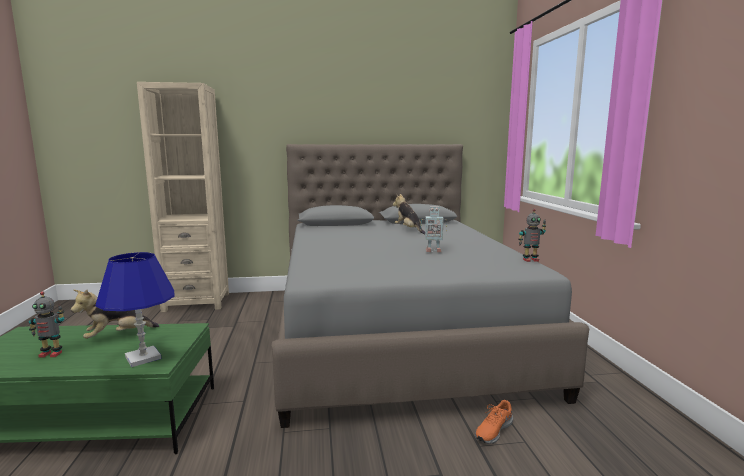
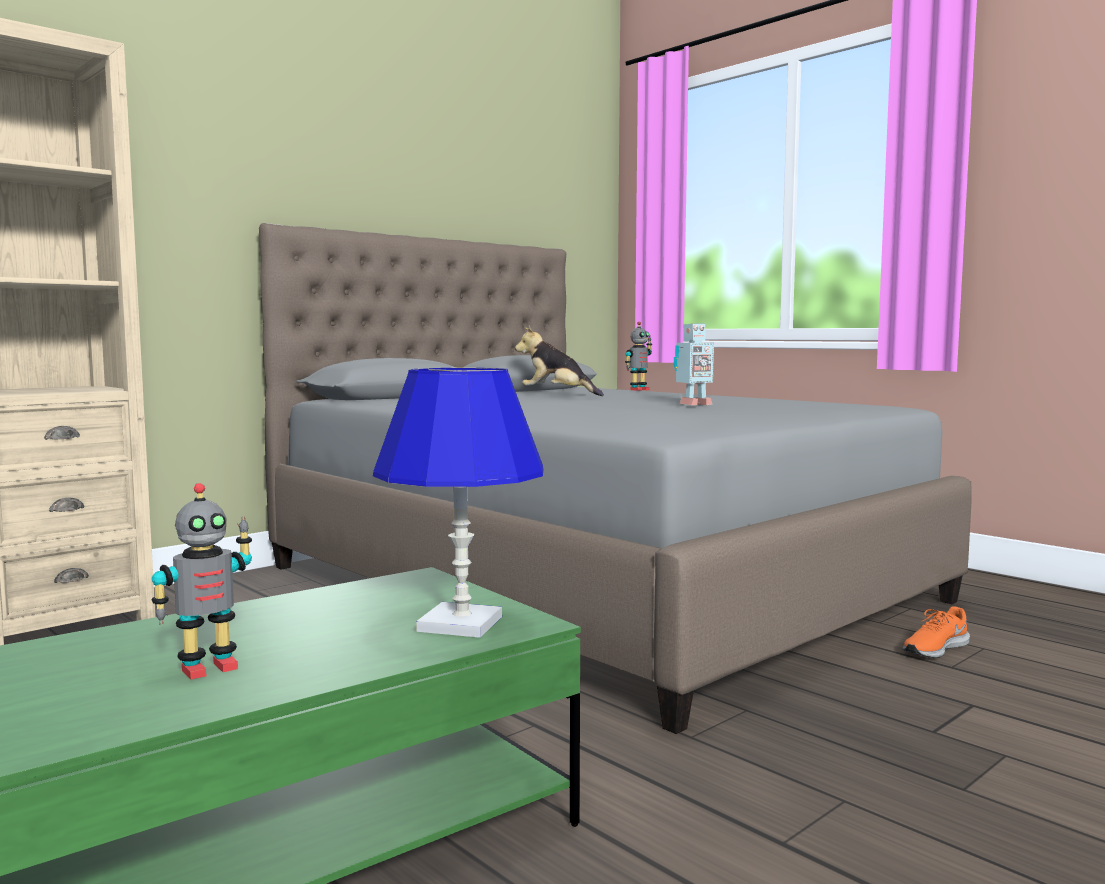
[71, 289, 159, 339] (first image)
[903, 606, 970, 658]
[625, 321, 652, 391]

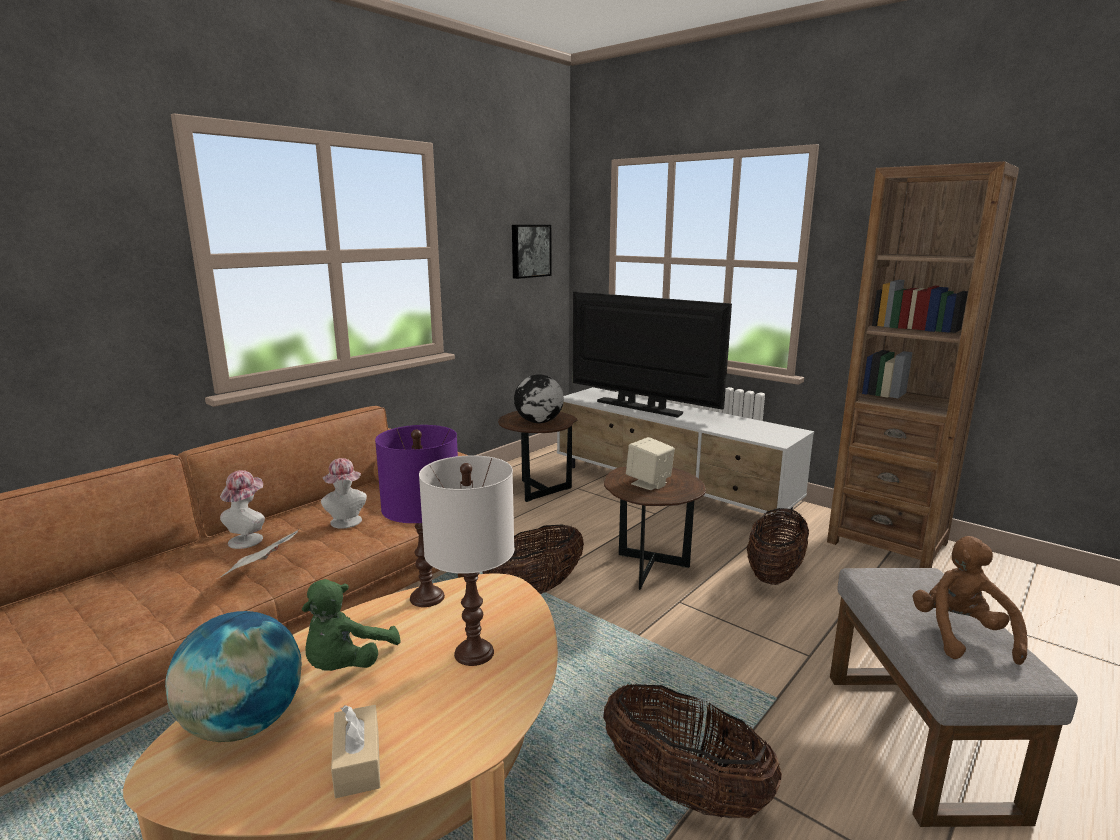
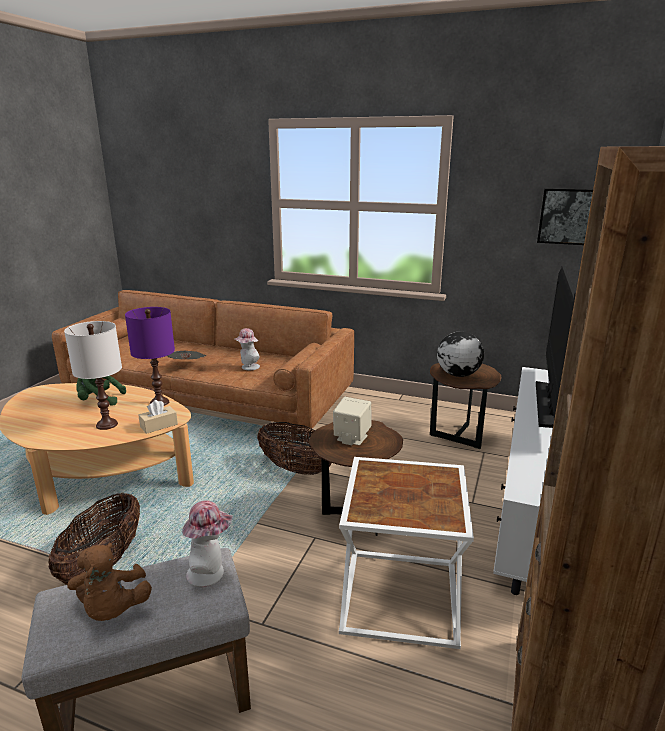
[165, 611, 301, 742] (first image)
[182, 500, 233, 587]
[138, 400, 178, 434]
[339, 457, 474, 649]
[67, 543, 152, 621]

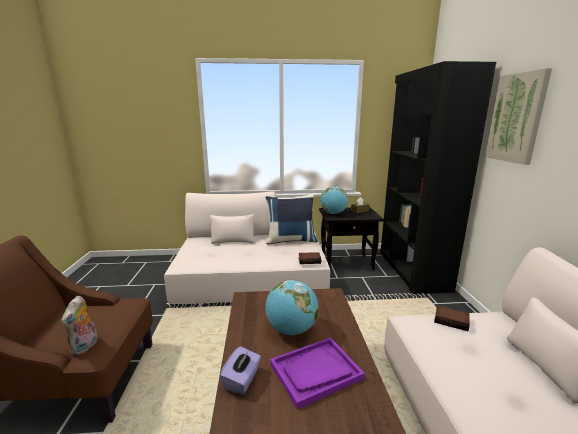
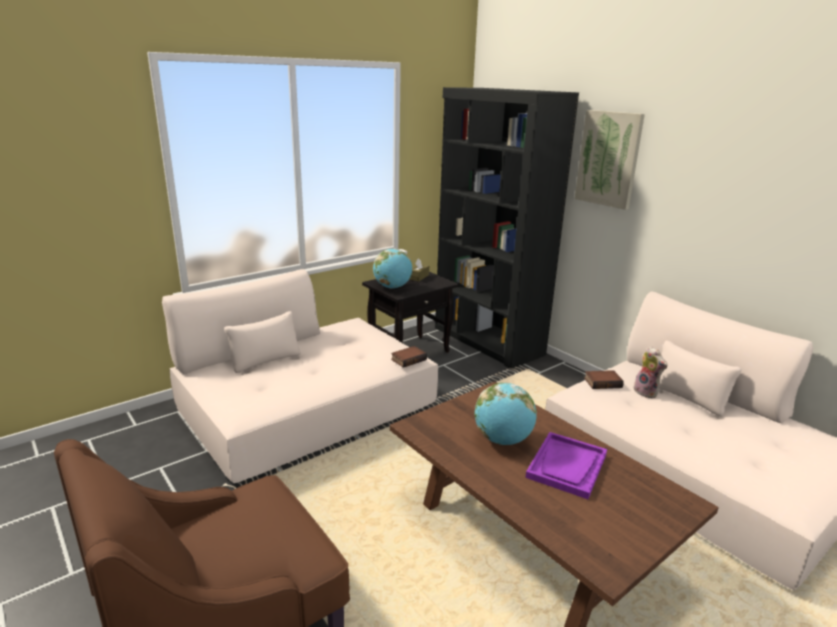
[634, 346, 667, 398]
[220, 346, 261, 394] (first image)
[265, 194, 318, 245] (first image)

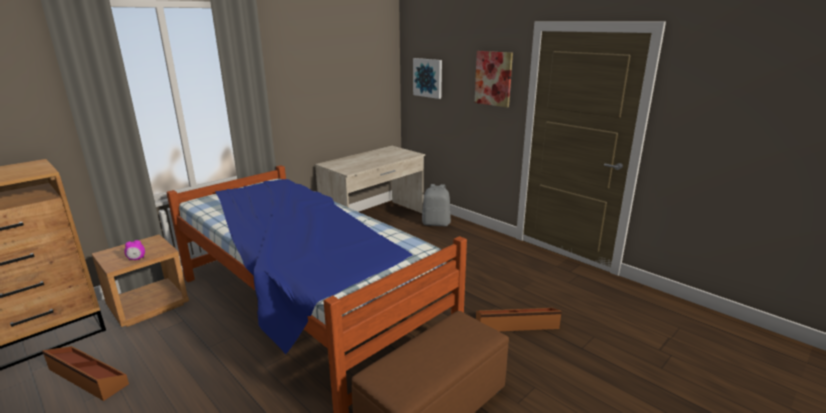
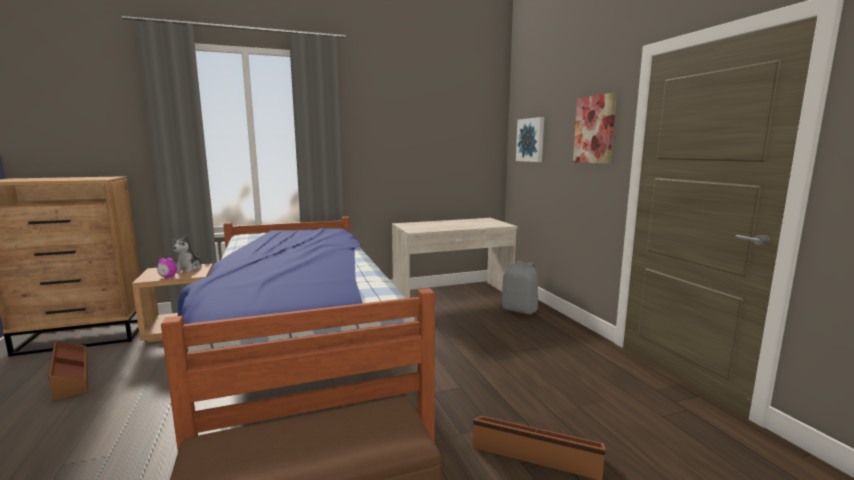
[172, 234, 202, 273]

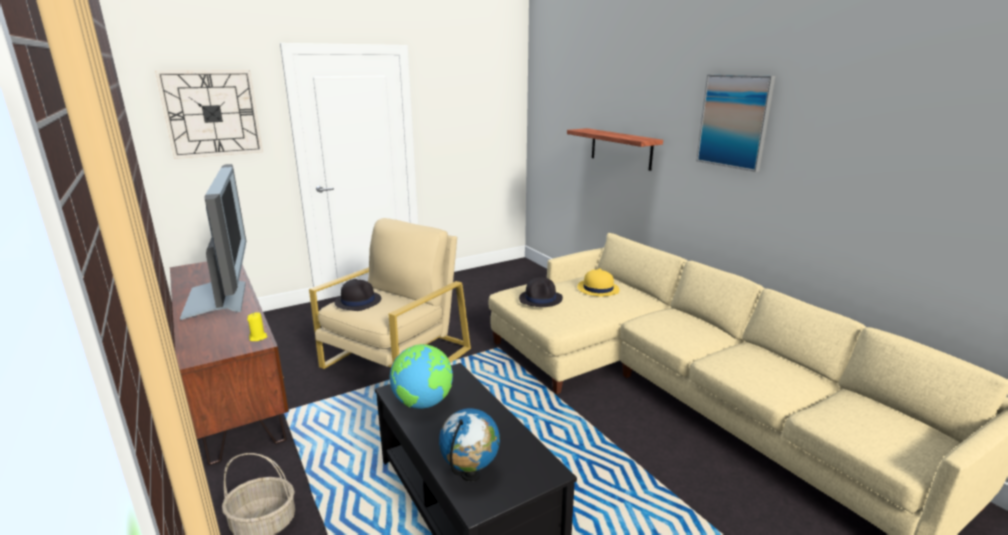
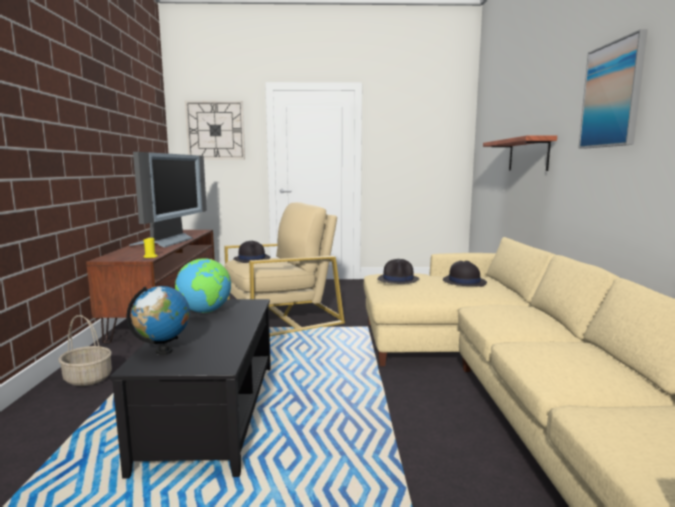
[443, 261, 487, 287]

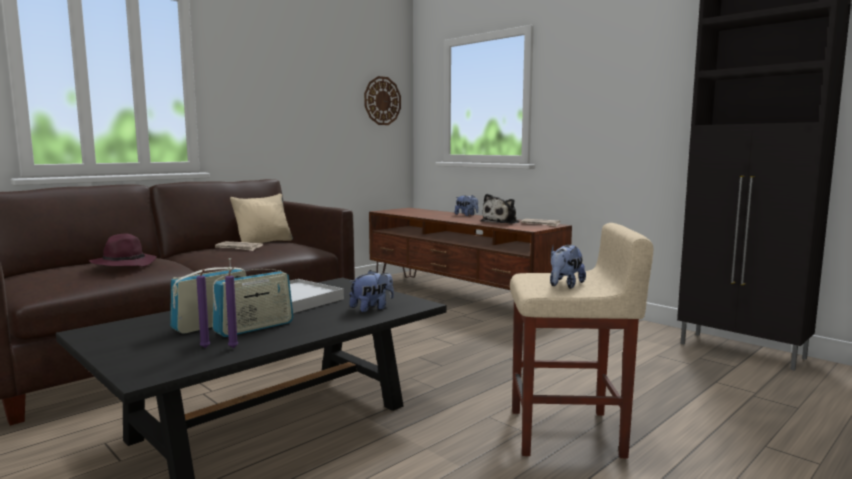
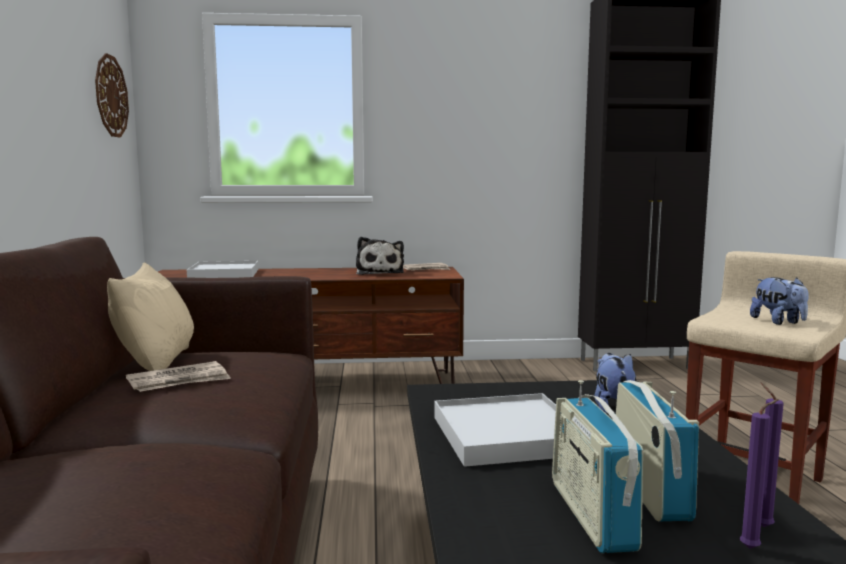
[89, 233, 157, 267] (first image)
[455, 195, 479, 216] (first image)
[187, 261, 258, 278]

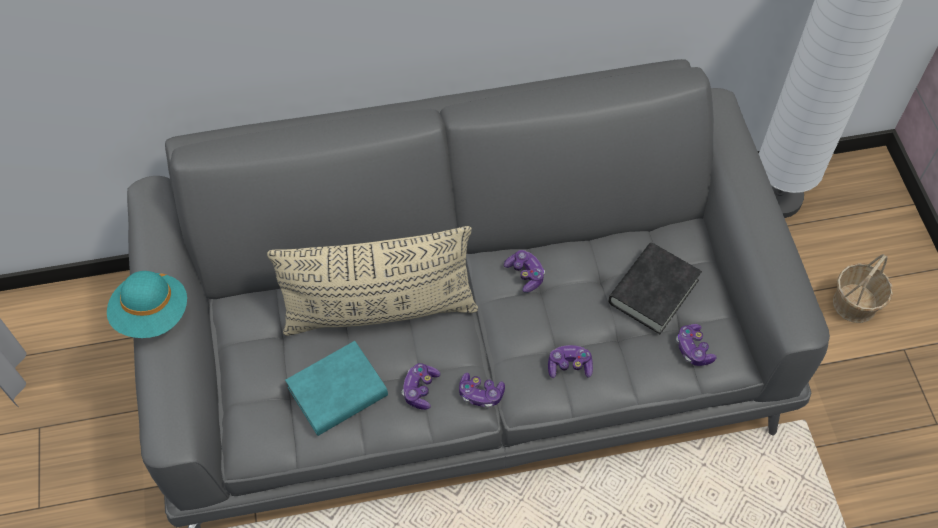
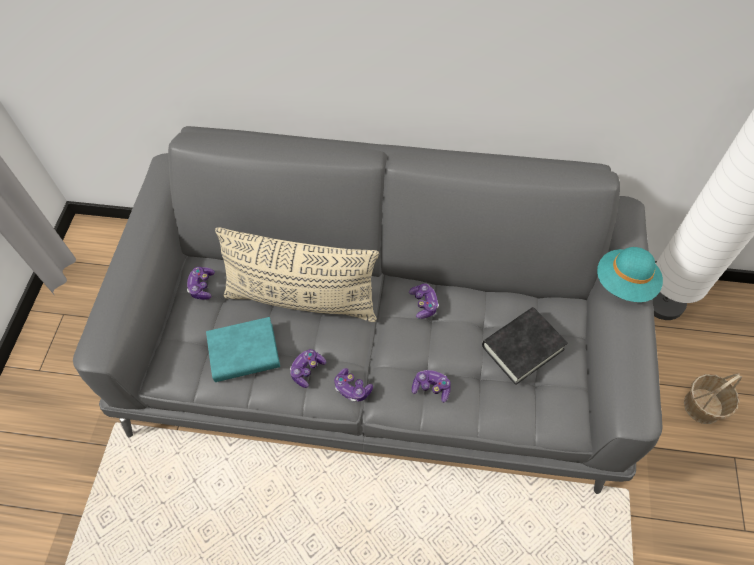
[597, 247, 663, 302]
[187, 267, 215, 300]

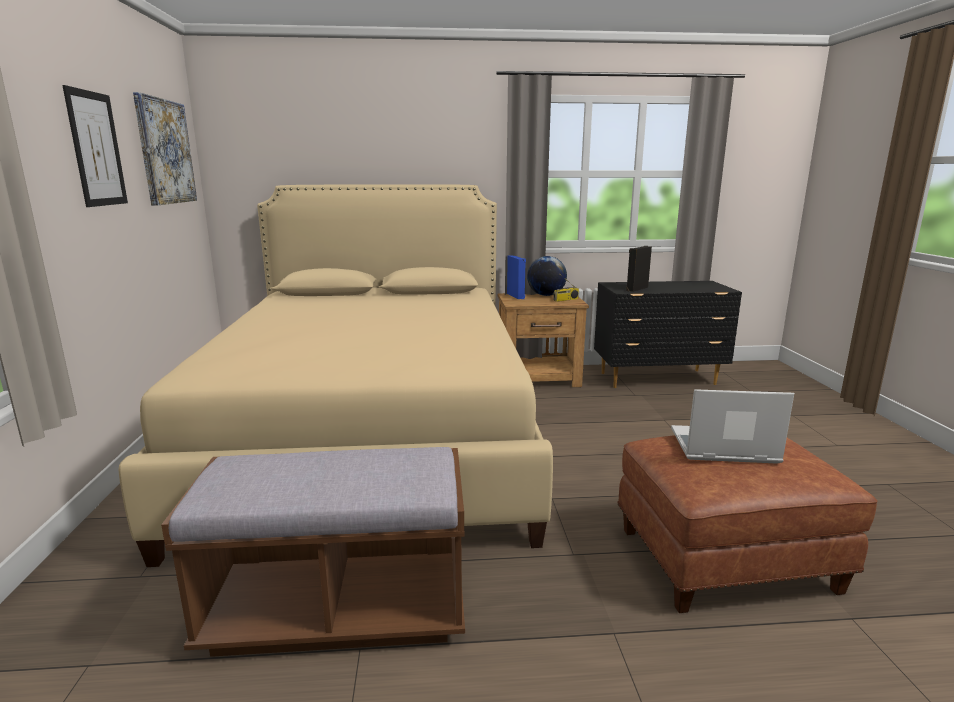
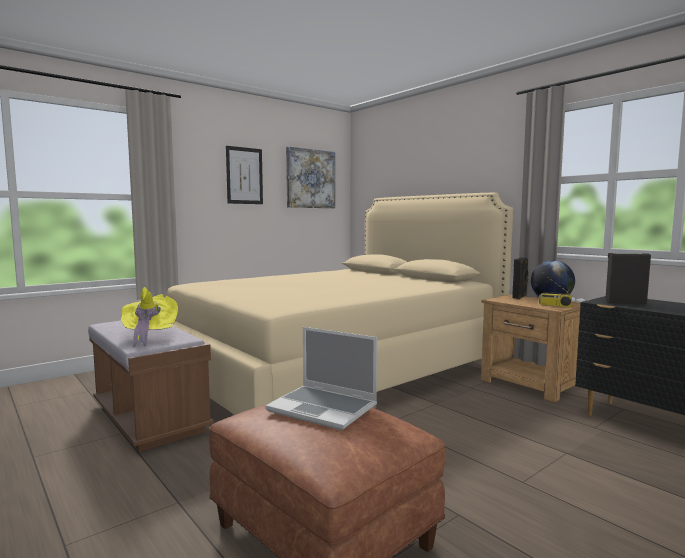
[512, 258, 528, 299]
[265, 327, 377, 431]
[121, 287, 178, 347]

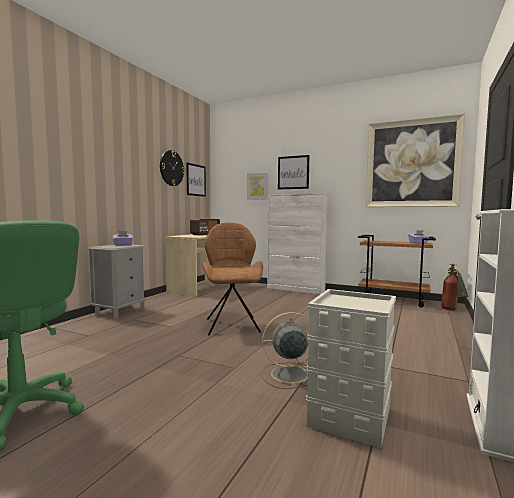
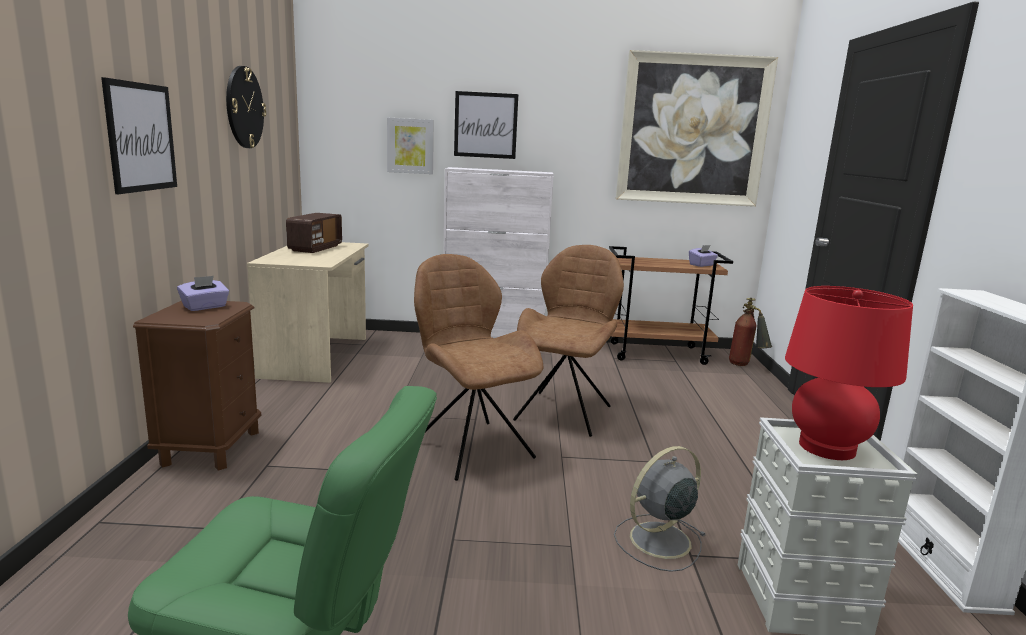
[133, 301, 261, 471]
[101, 77, 177, 194]
[513, 245, 624, 437]
[785, 286, 913, 460]

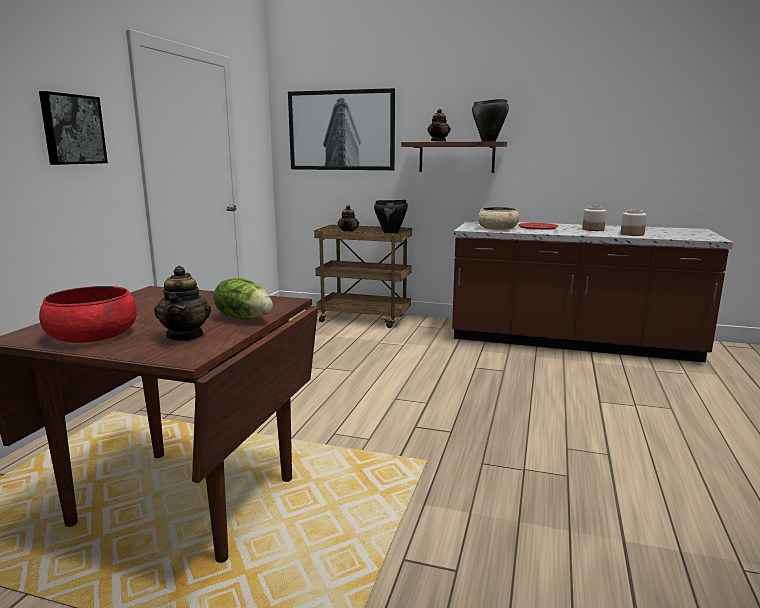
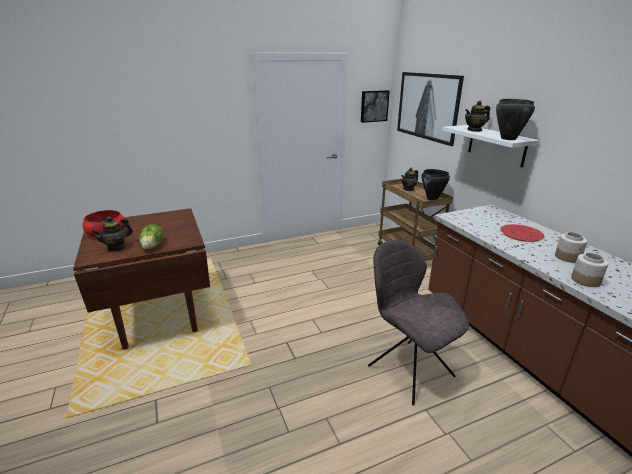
[361, 90, 390, 123]
[442, 125, 539, 168]
[478, 207, 519, 230] (first image)
[368, 240, 469, 405]

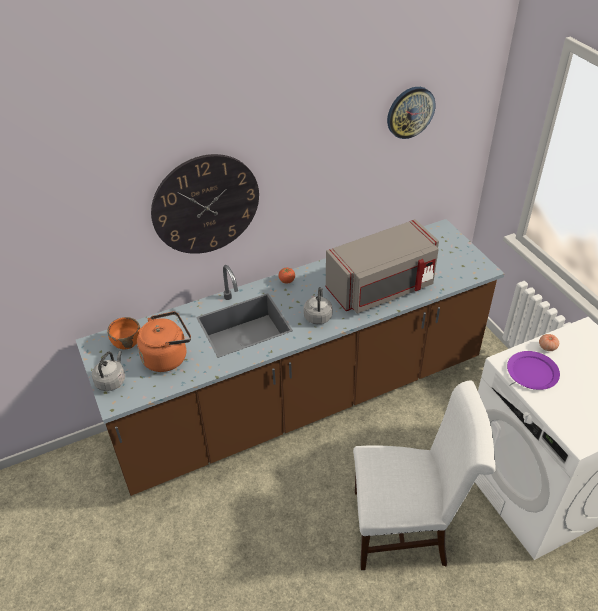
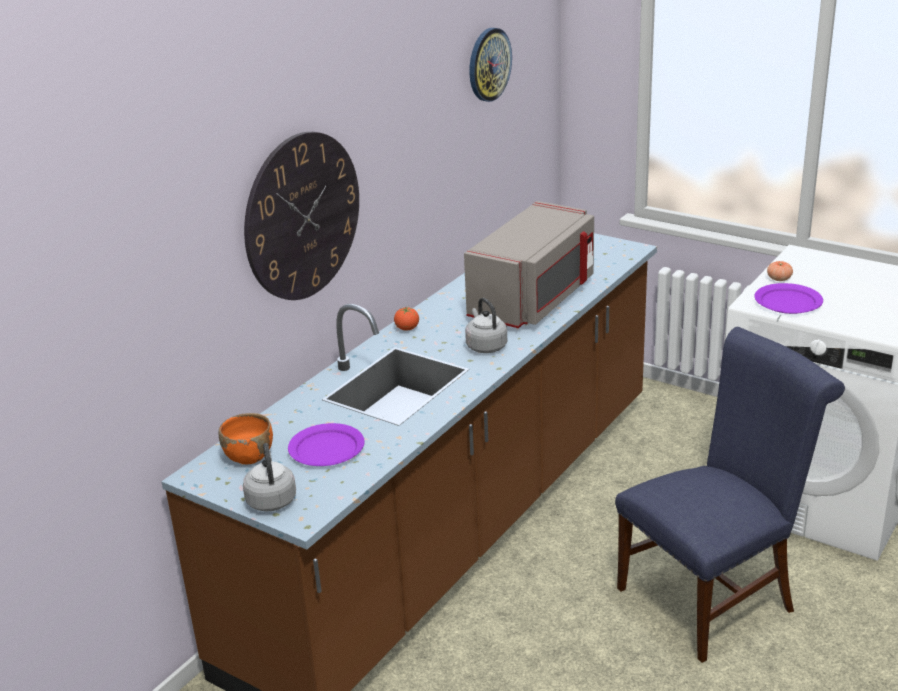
[288, 423, 365, 466]
[615, 327, 845, 663]

